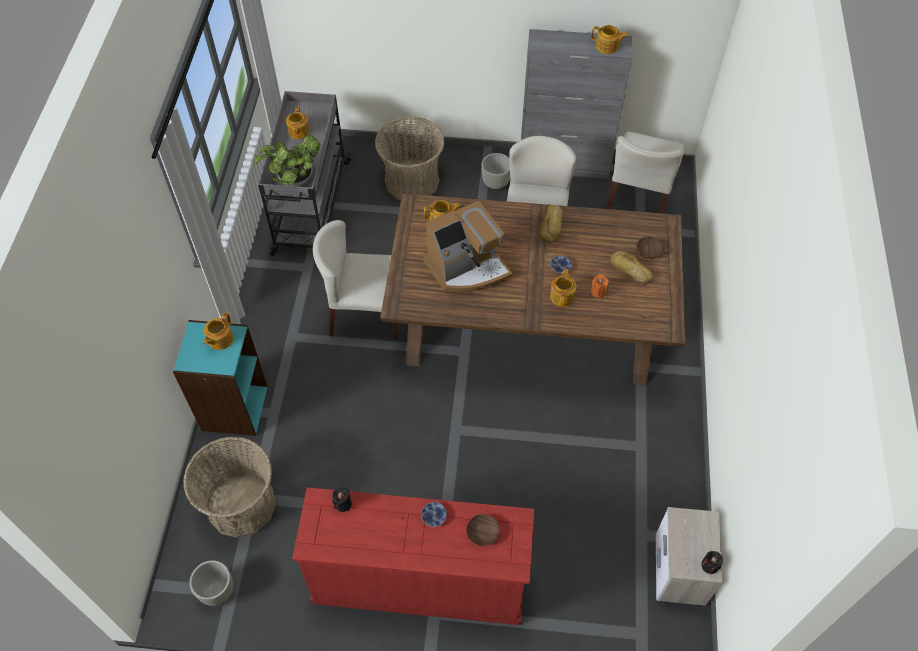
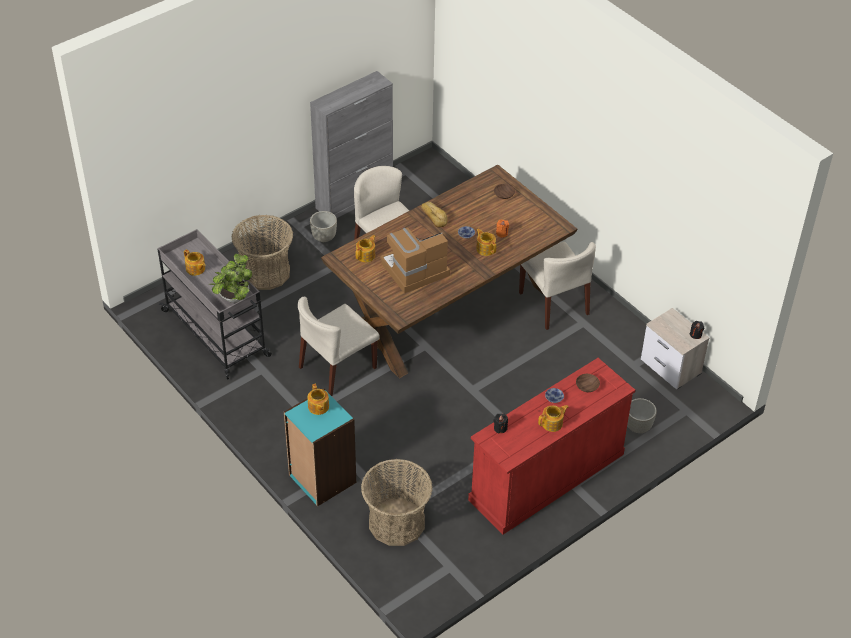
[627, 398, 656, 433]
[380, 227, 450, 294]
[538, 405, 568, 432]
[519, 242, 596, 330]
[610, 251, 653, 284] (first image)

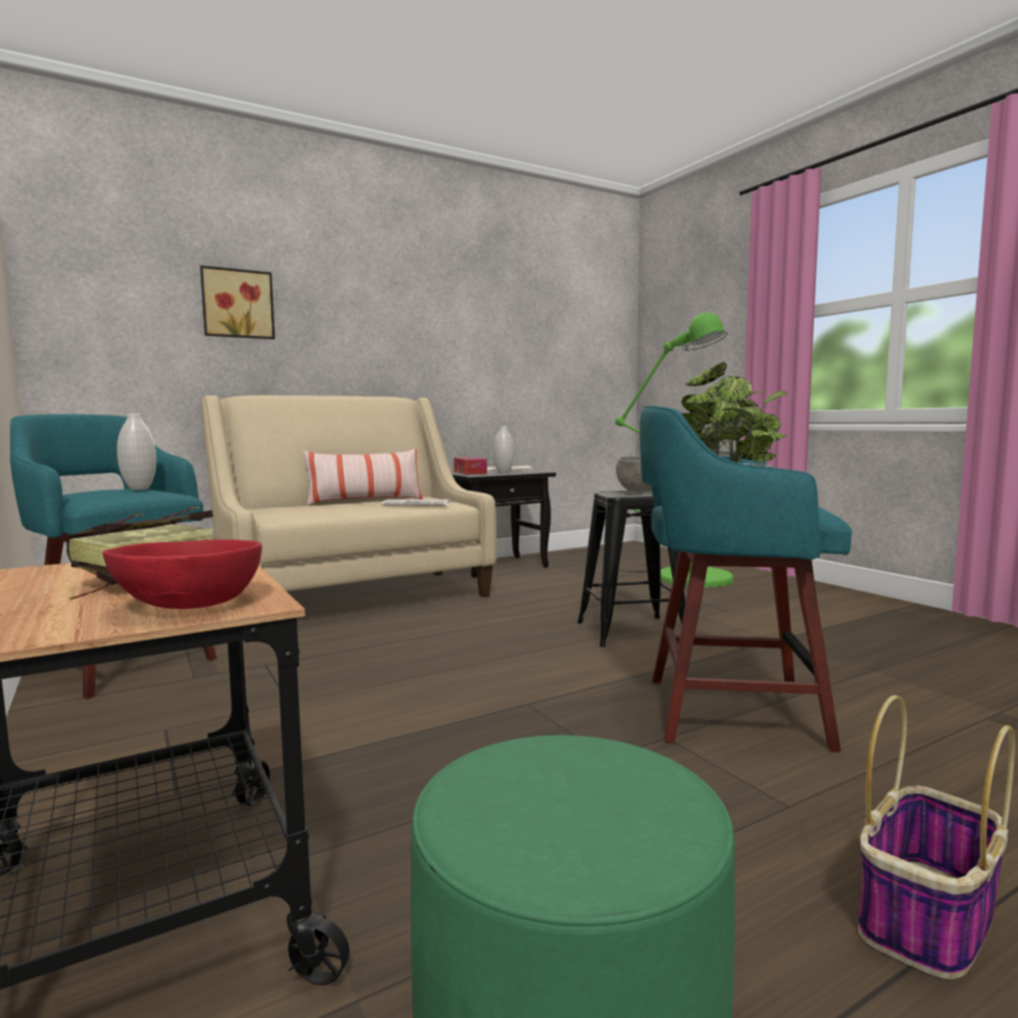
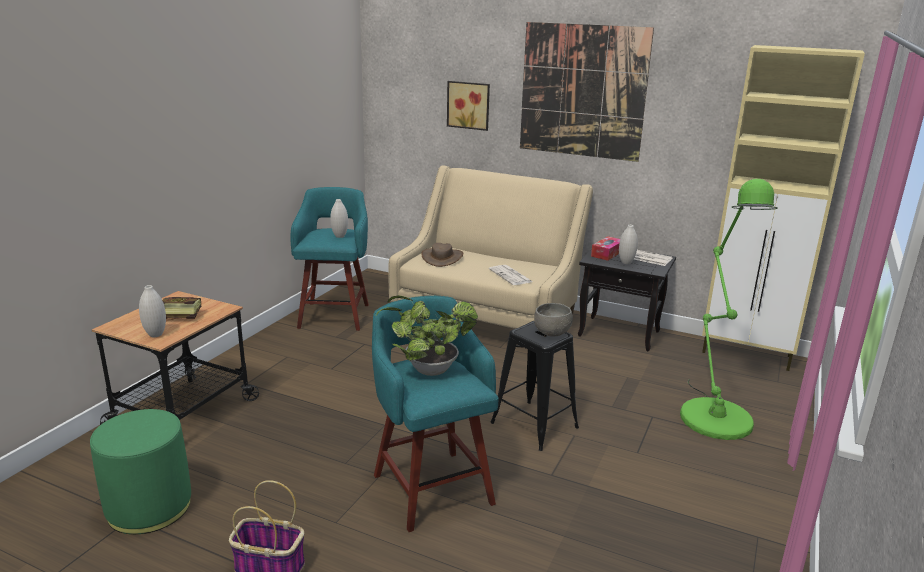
[139, 285, 166, 337]
[303, 449, 423, 506] (first image)
[421, 243, 463, 267]
[520, 22, 654, 162]
[702, 45, 865, 371]

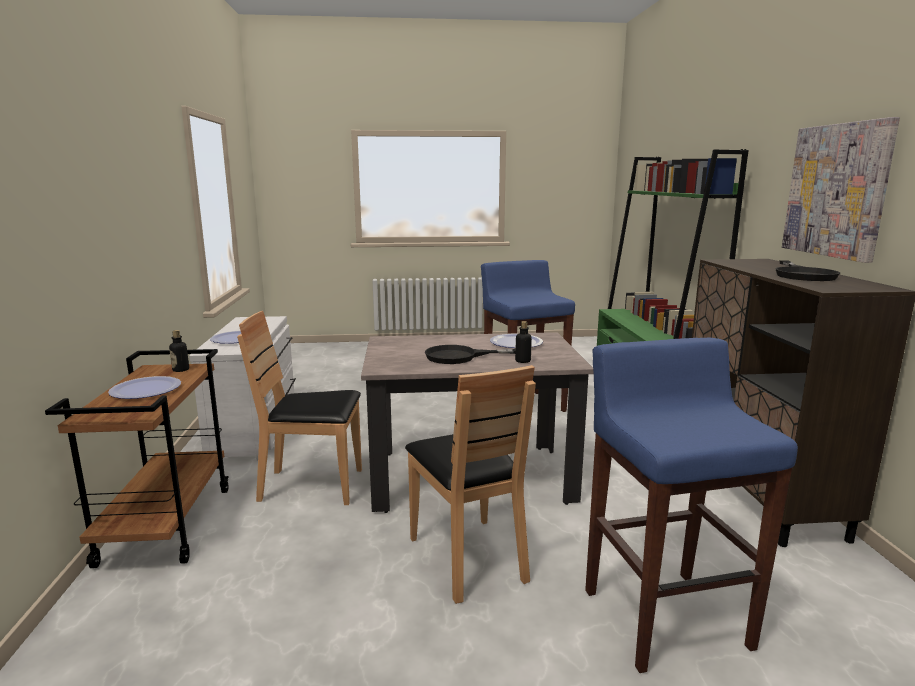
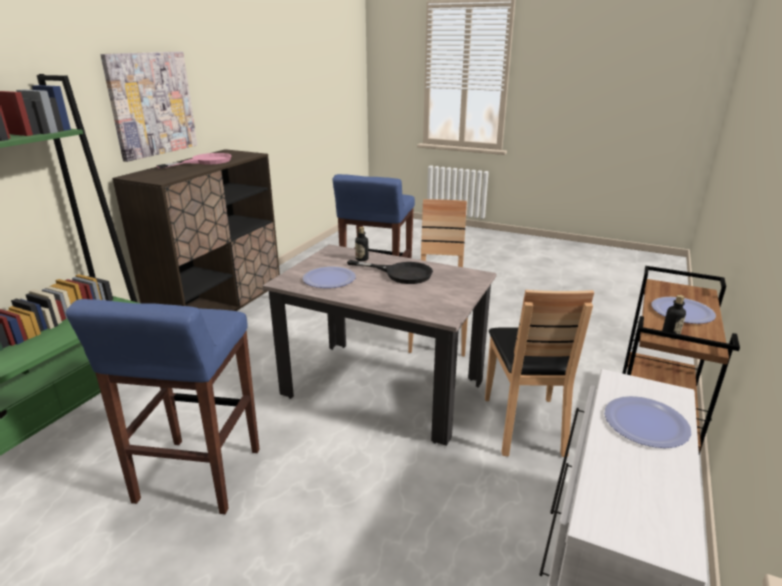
[485, 290, 594, 457]
[156, 153, 231, 169]

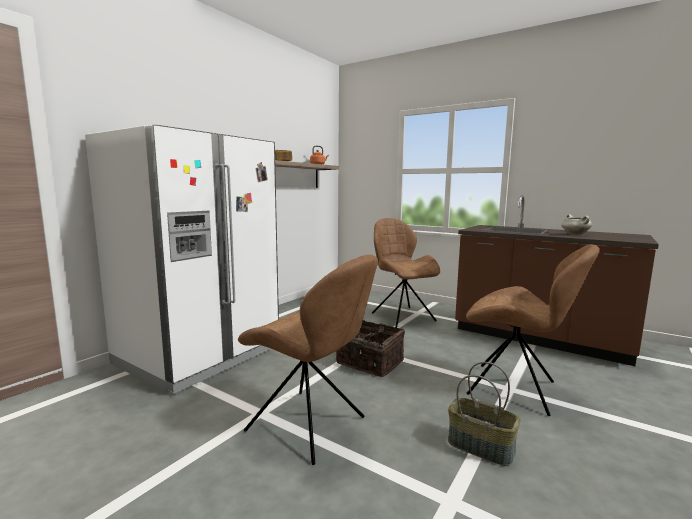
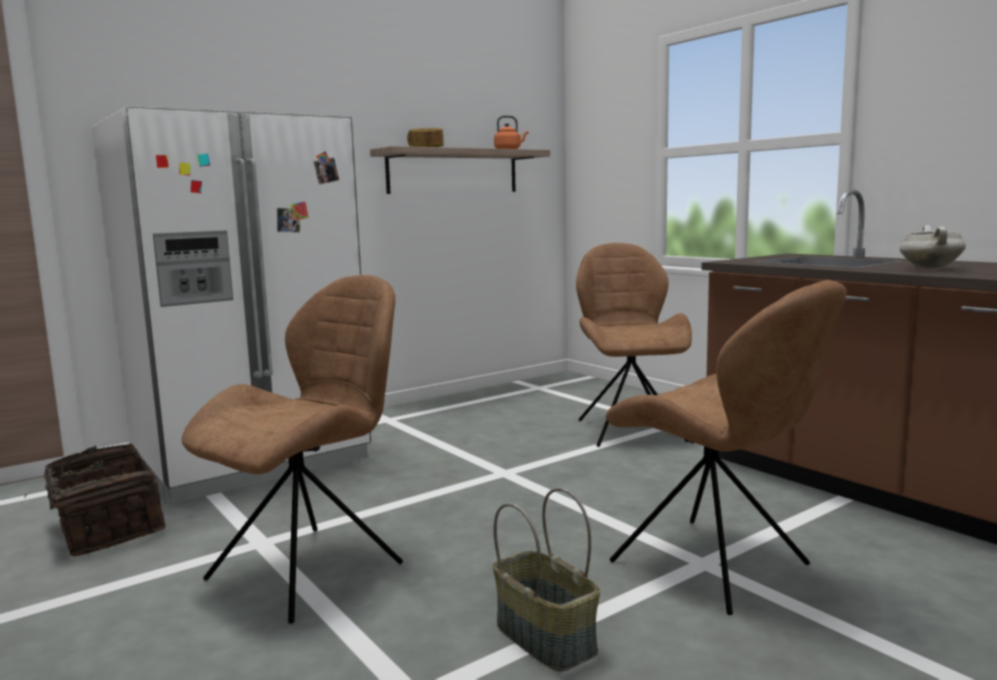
[182, 275, 403, 624]
[24, 444, 166, 557]

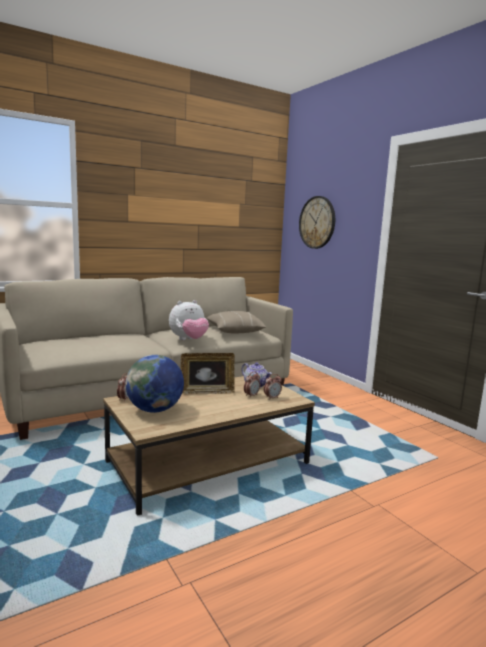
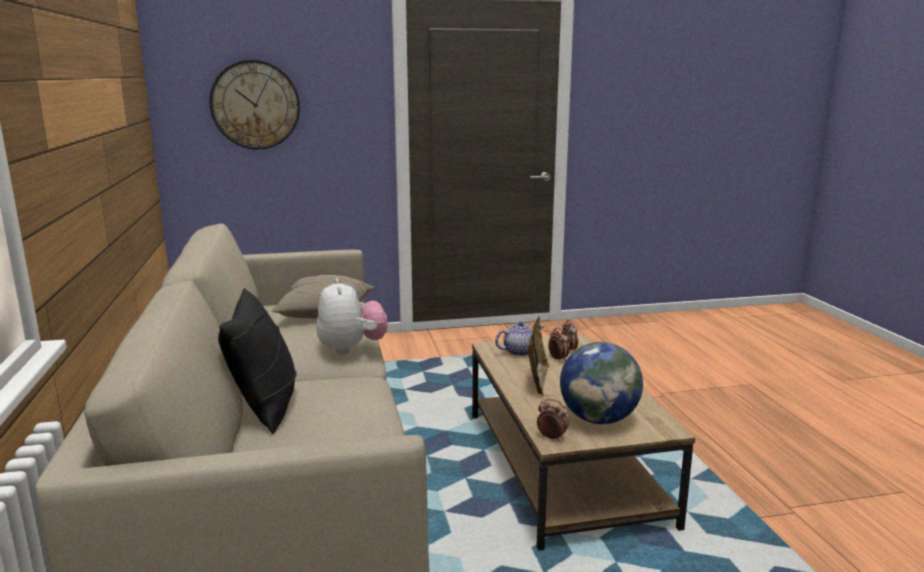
[218, 288, 297, 434]

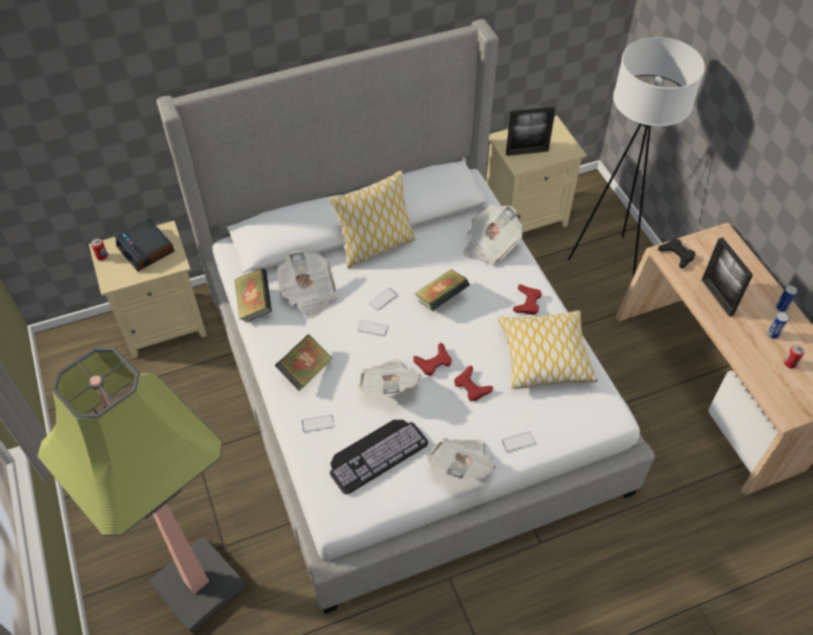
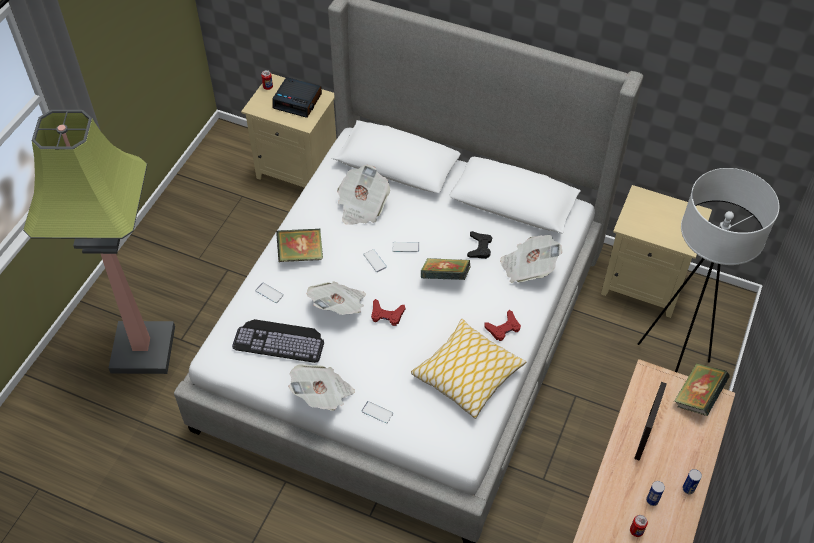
[273, 77, 322, 118]
[674, 363, 730, 416]
[329, 170, 416, 268] (first image)
[454, 365, 493, 401] (first image)
[506, 107, 555, 156] (first image)
[467, 231, 492, 259]

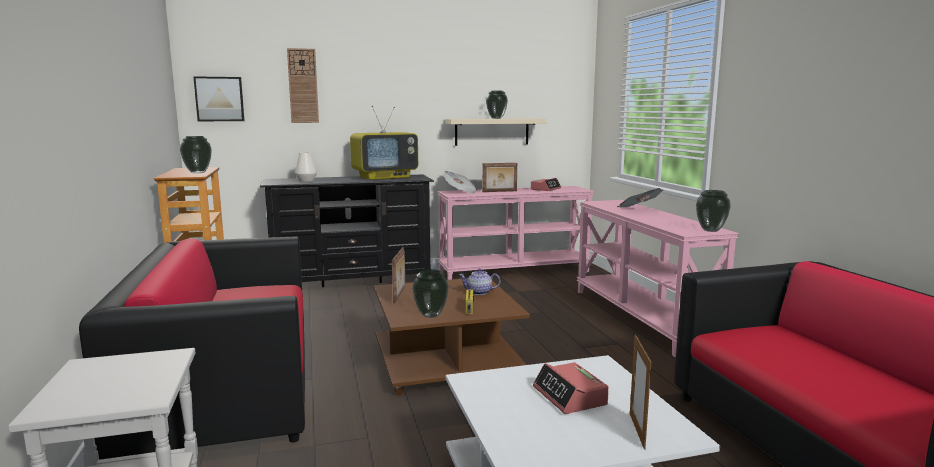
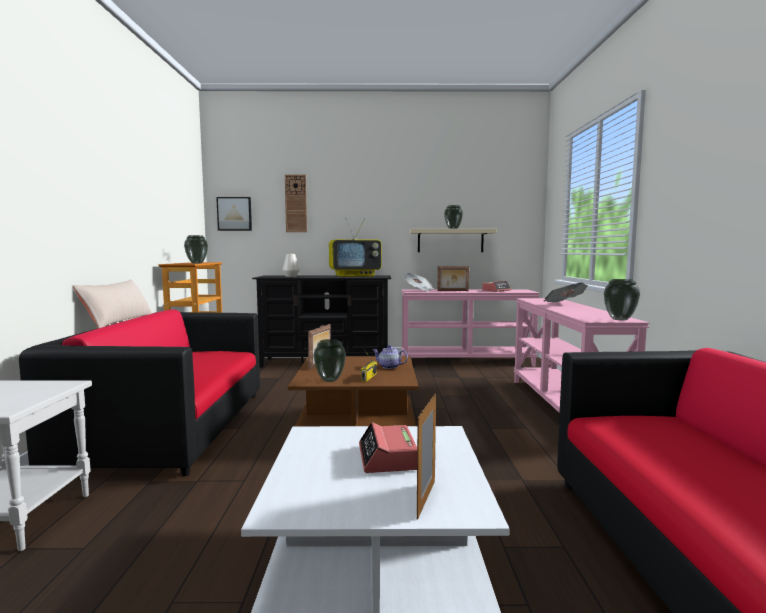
[72, 279, 152, 328]

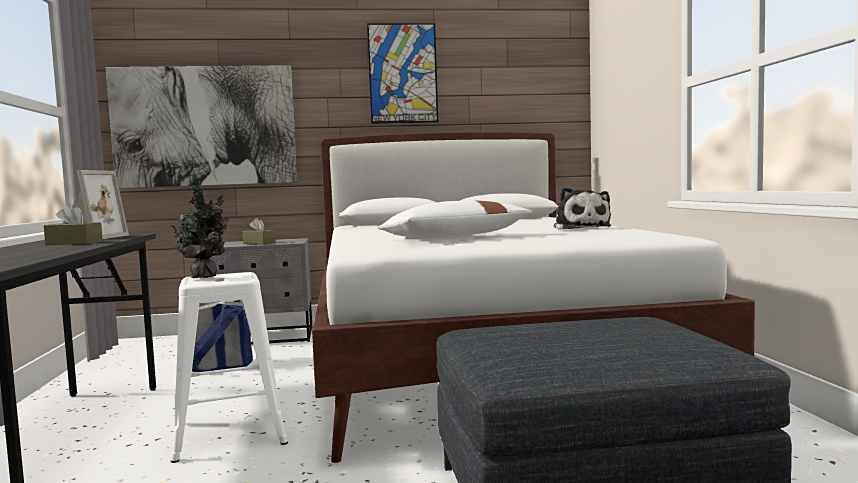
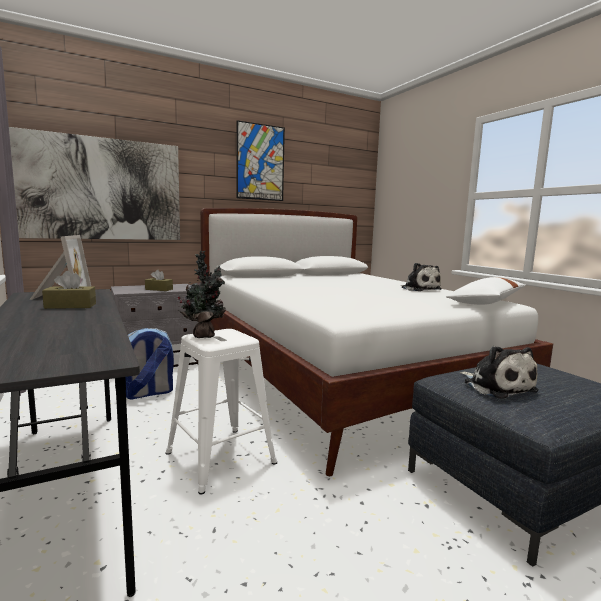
[446, 277, 526, 305]
[460, 346, 539, 399]

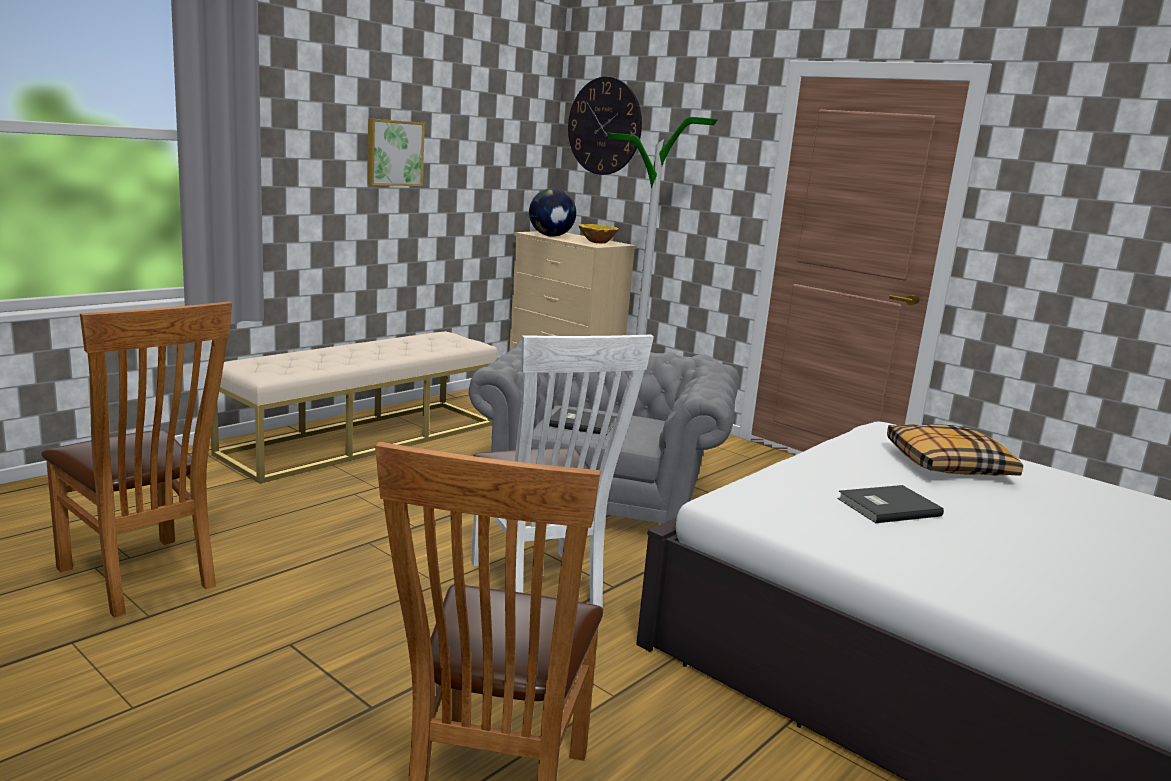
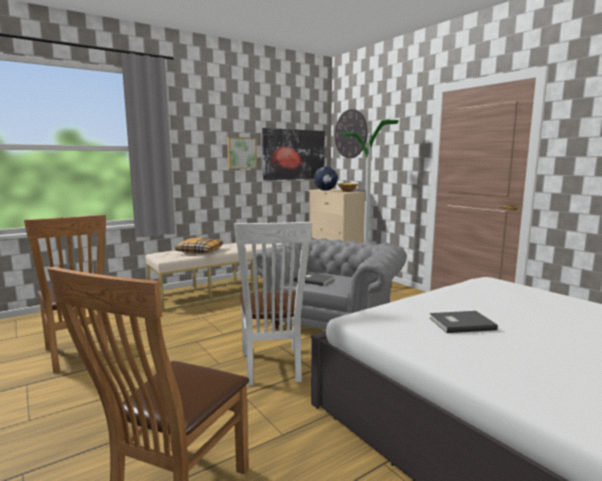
[175, 237, 223, 254]
[262, 128, 325, 180]

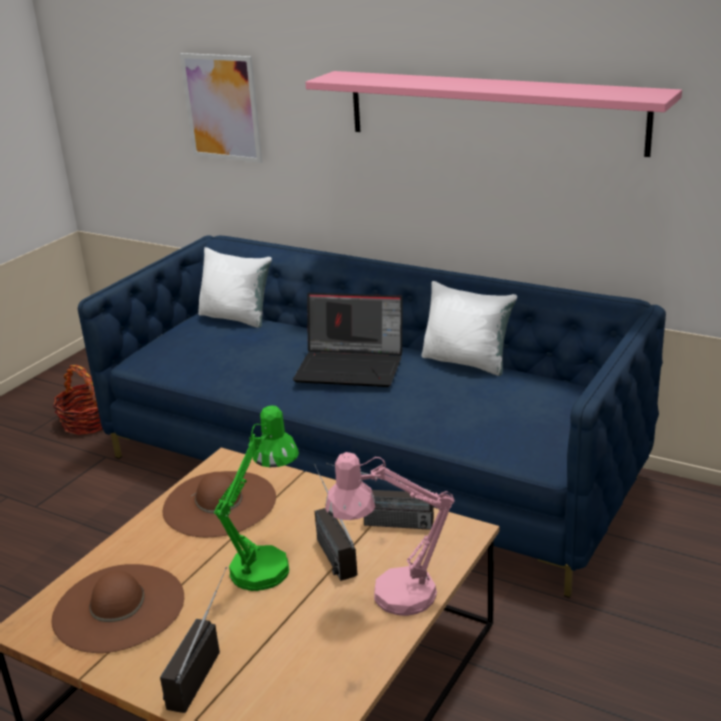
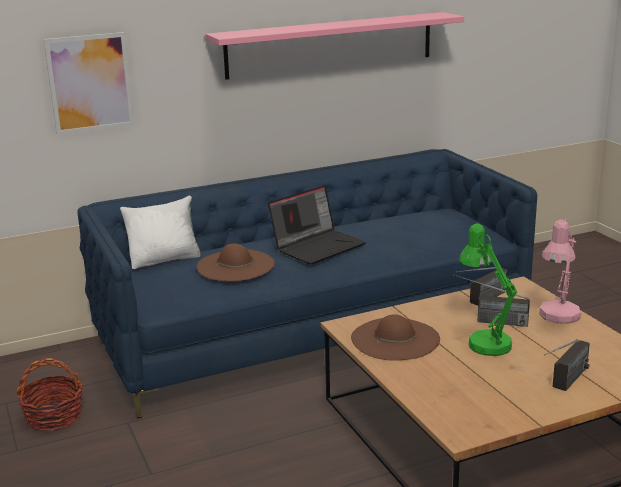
[197, 243, 275, 281]
[544, 339, 590, 391]
[422, 281, 517, 376] (first image)

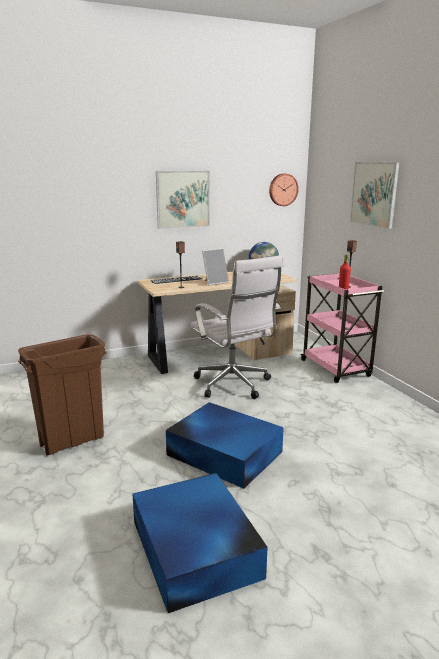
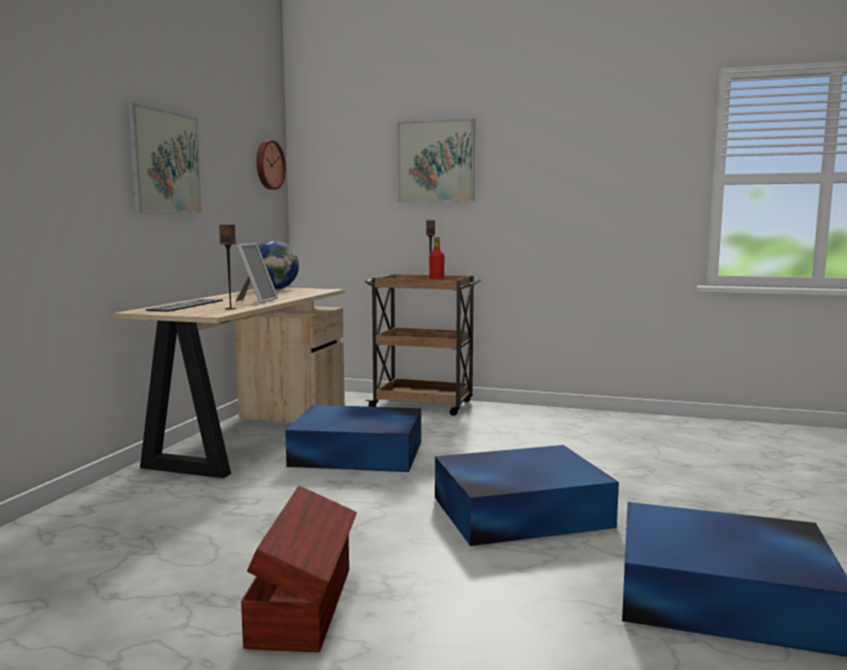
[241, 486, 357, 652]
[285, 405, 421, 472]
[365, 274, 481, 416]

